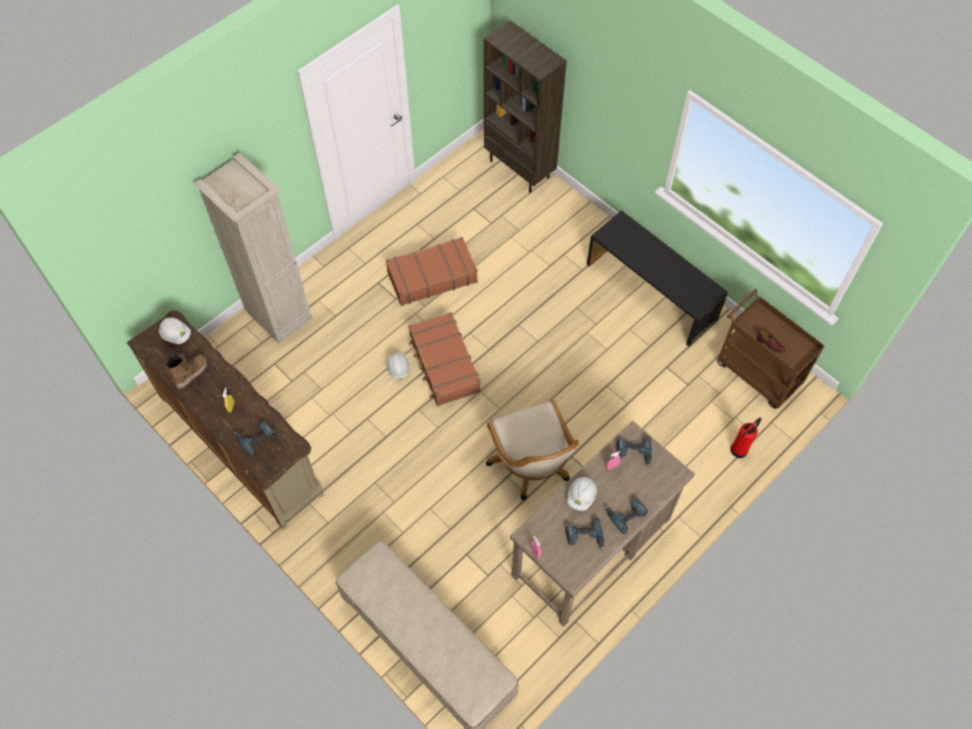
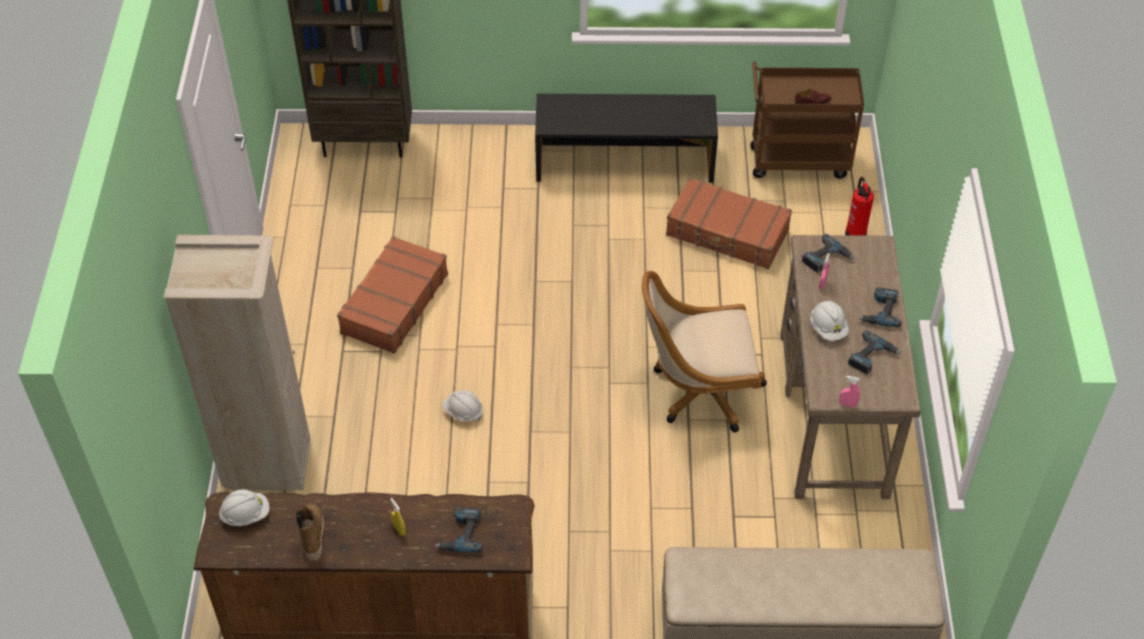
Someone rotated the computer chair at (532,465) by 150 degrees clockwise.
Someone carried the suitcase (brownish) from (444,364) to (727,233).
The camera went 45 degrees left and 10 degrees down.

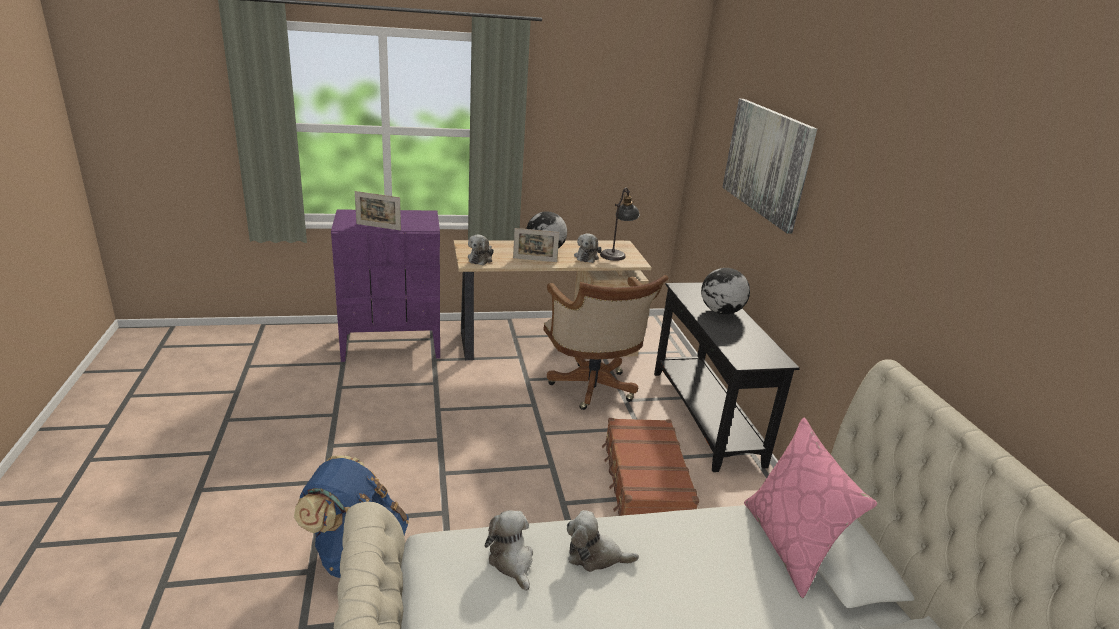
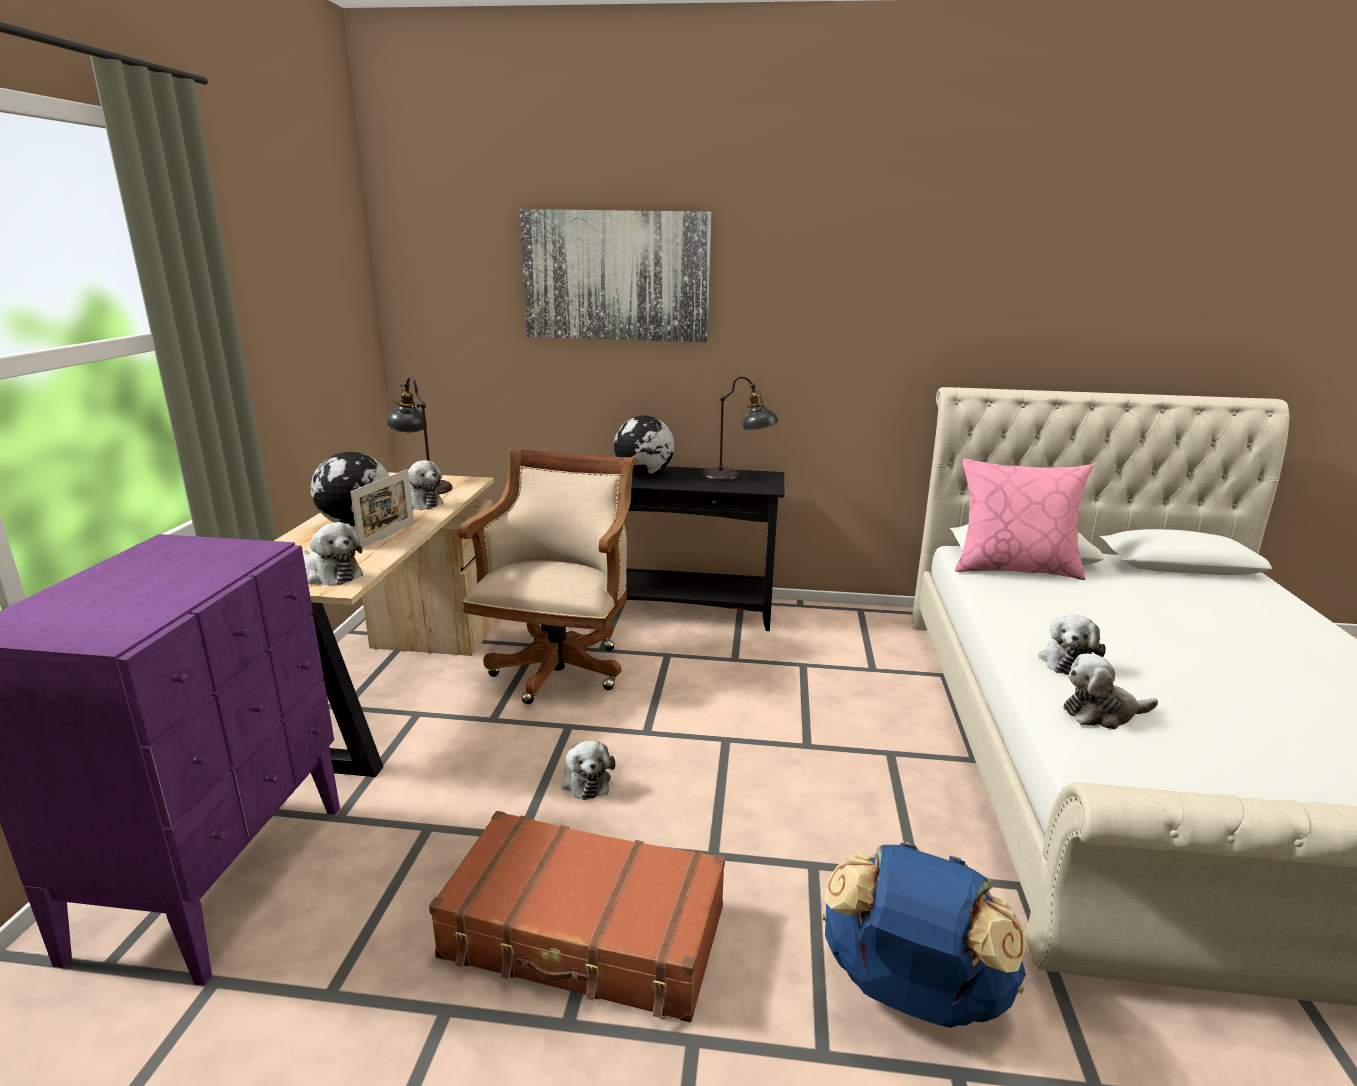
Someone carried the suitcase (brownish) from (644,482) to (584,934).
Someone rotated the computer chair at (594,389) by 75 degrees counterclockwise.
Someone put down the soft toy at (585,780).
Someone put down the lamp for a table (grey) at (737,476).
Someone took away the picture frame at (378,227).
The camera went 70 degrees left and 5 degrees down.

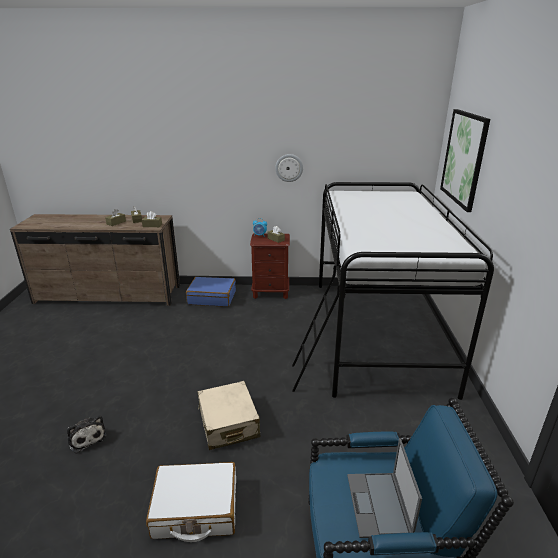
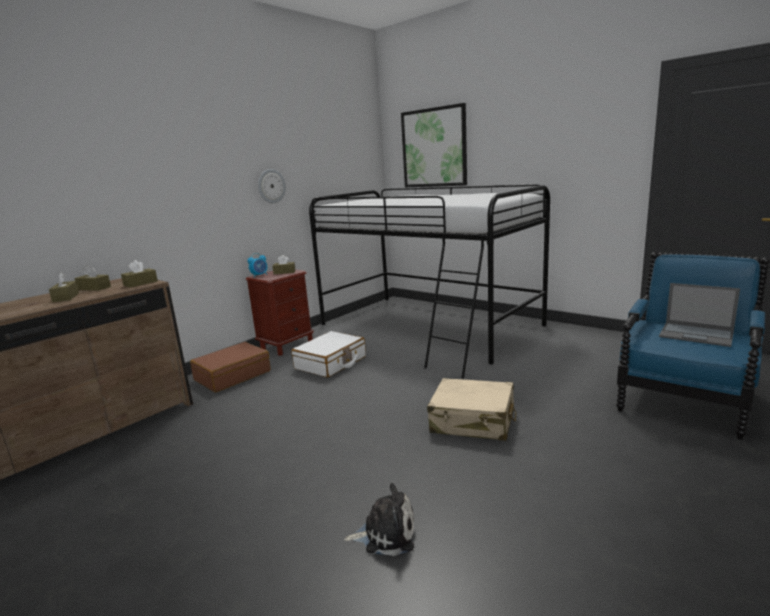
Someone repainted the suitcase (blue) at (212,298), which became the suitcase (brownish) at (232,375).
Someone carried the suitcase (whitish) from (195,509) to (331,363).
The camera went 50 degrees left and 10 degrees down.

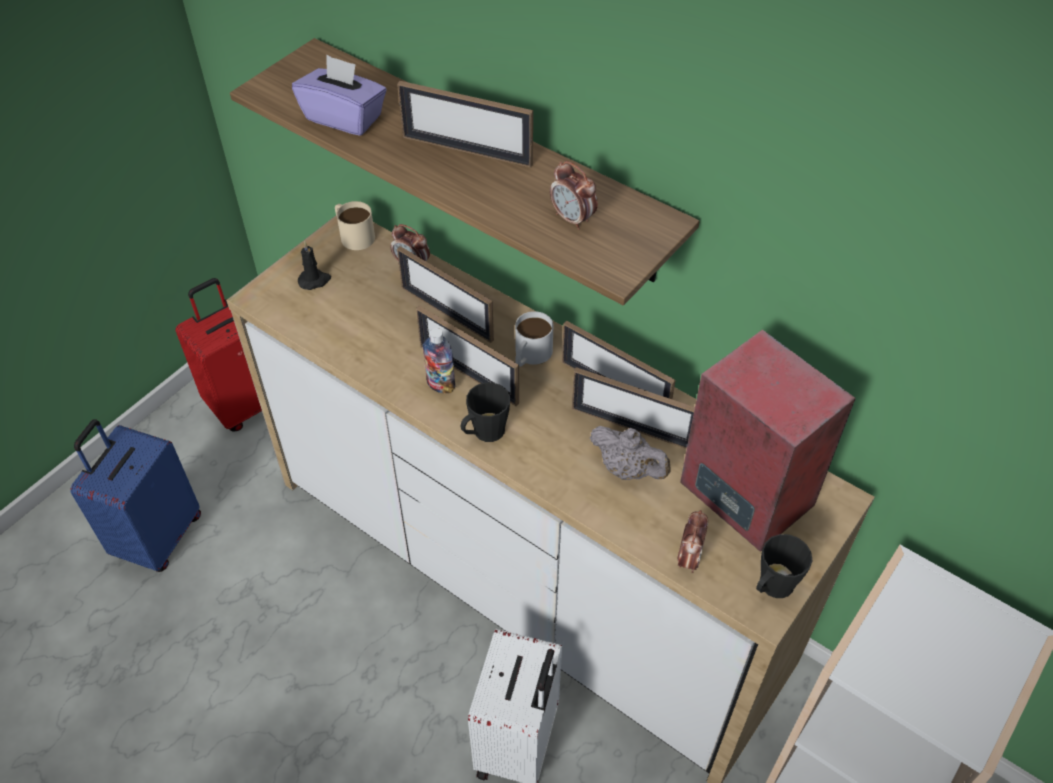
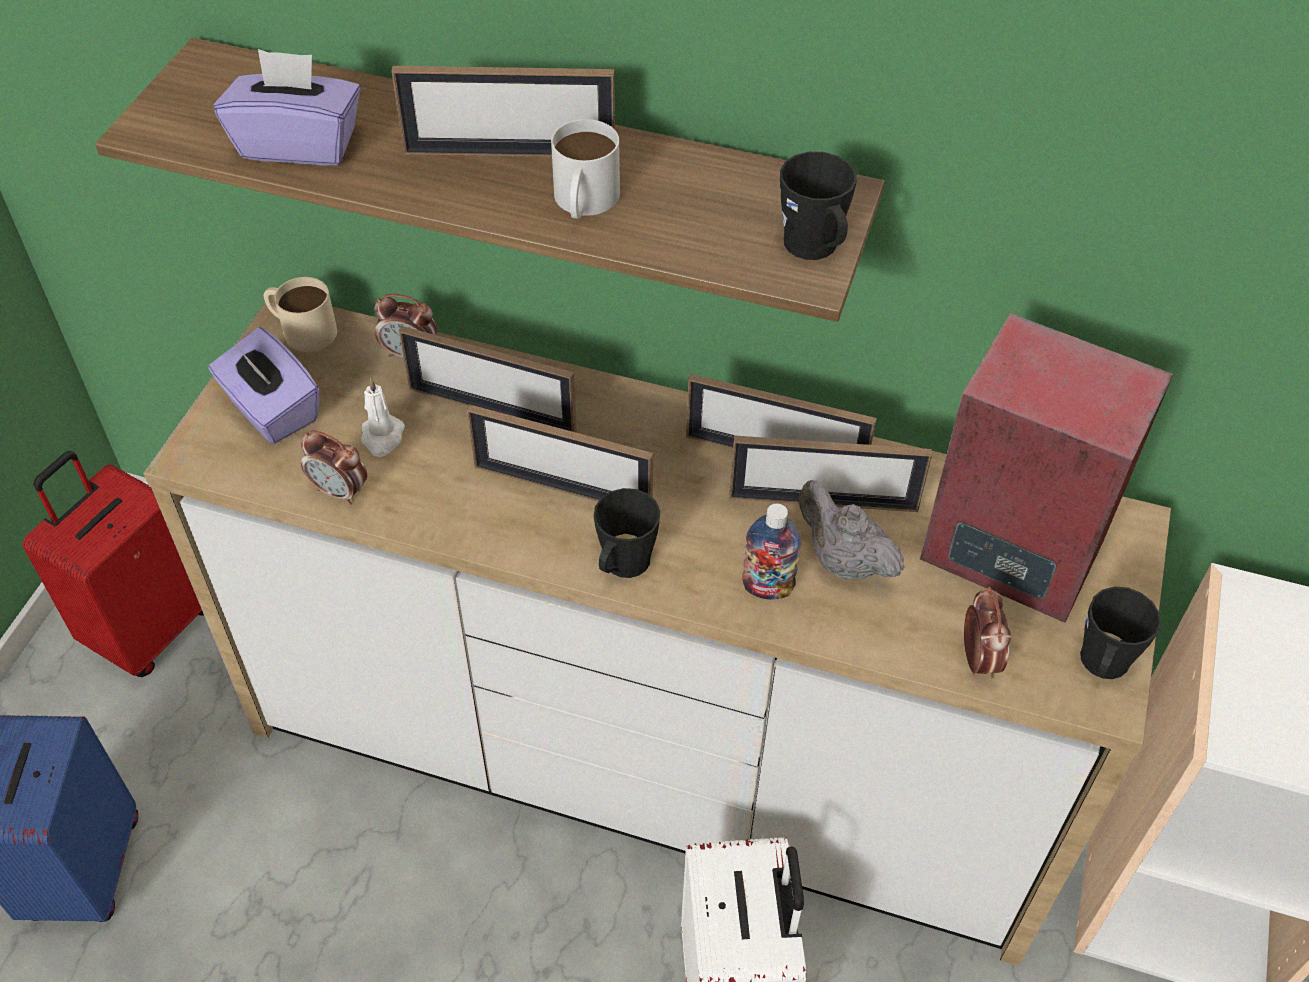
Someone swapped the candle (black) at (315,280) for the tissue holder (purplish) at (271,410).
Someone carried the alarm clock from (572,219) to (340,492).
Someone put down the candle (whitish) at (382,437).
Someone carried the mug (whitish) from (530,355) to (583,203).
Someone carried the bottle from (441,385) to (767,588).
Someone put down the mug (black) at (815,249).
Someone rotated the tea pot (grey) at (628,469) by 150 degrees counterclockwise.
The camera went 20 degrees left and 0 degrees up.

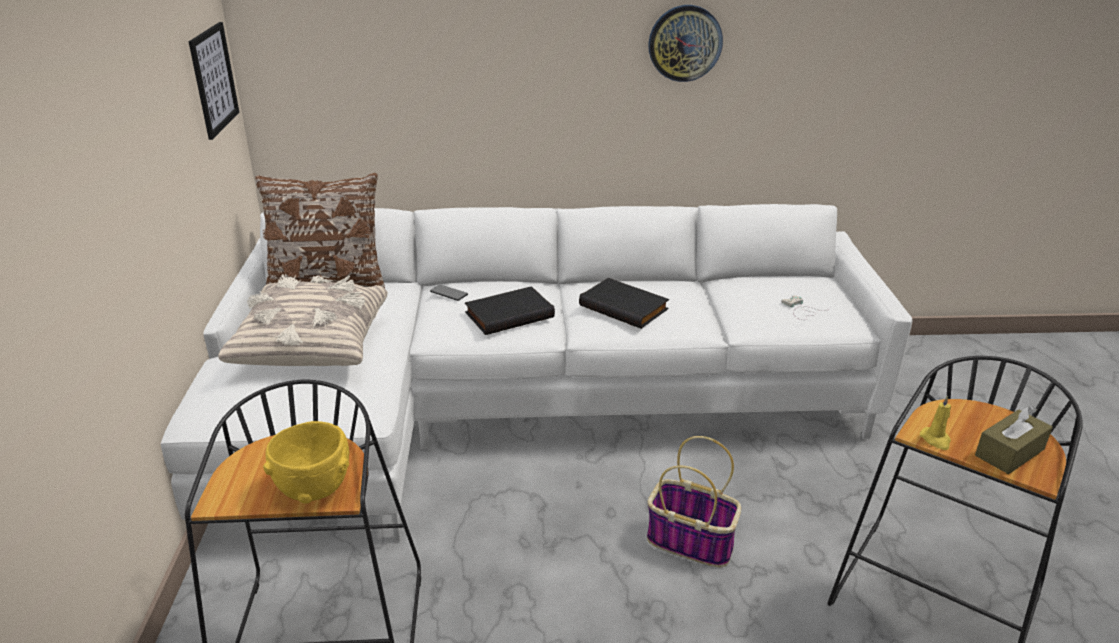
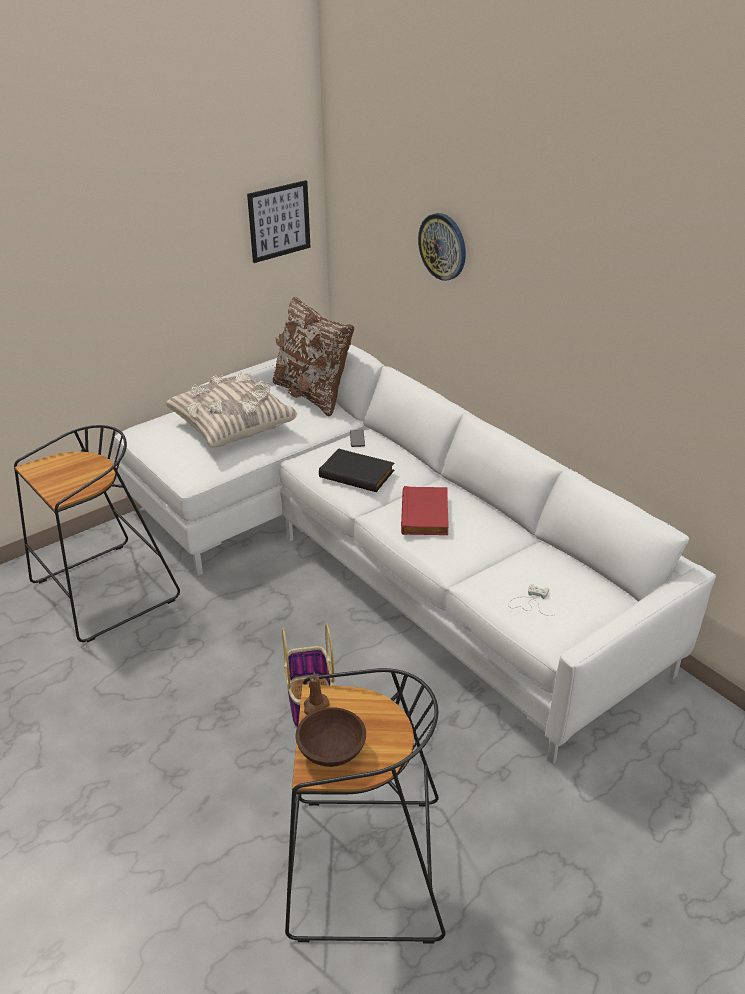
Someone swapped the tissue holder (brownish) at (1009,452) for the serving bowl (brownish) at (332,750).
Someone repainted the candle (yellow) at (936,440), which became the candle (brownish) at (315,705).
Someone repainted the book (black) at (625,307), which became the book (reddish) at (426,515).
Someone carried the hanging clock from (685,43) to (443,246).
Someone took away the serving bowl (yellow) at (314,488).
The camera went 55 degrees right and 5 degrees up.

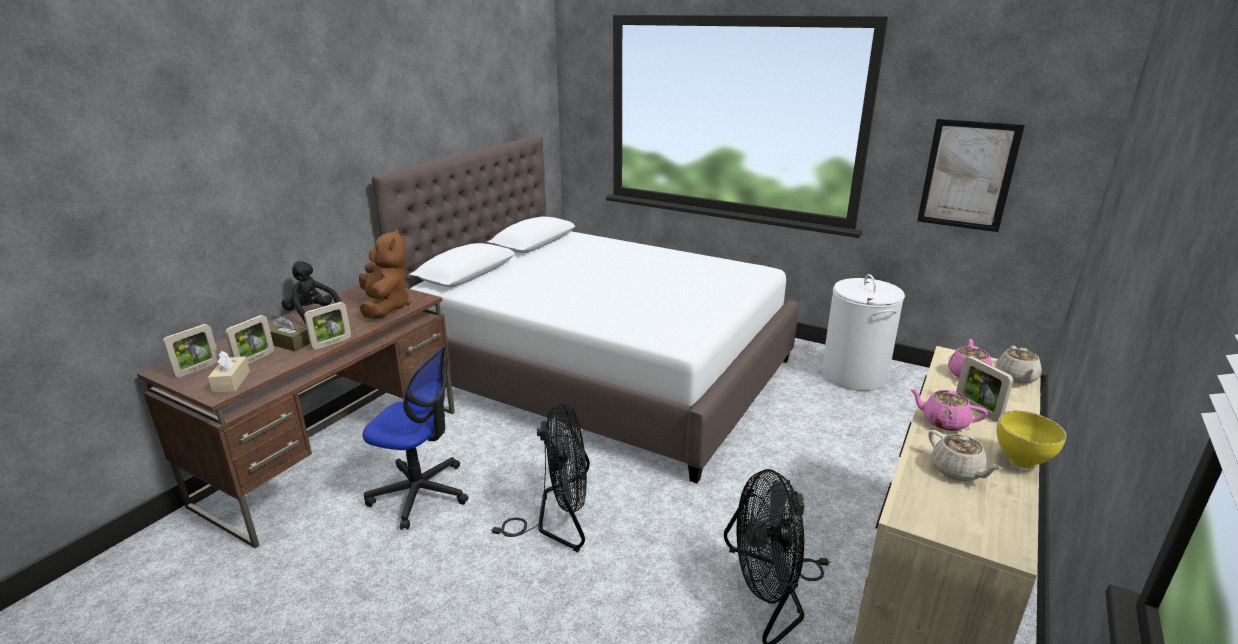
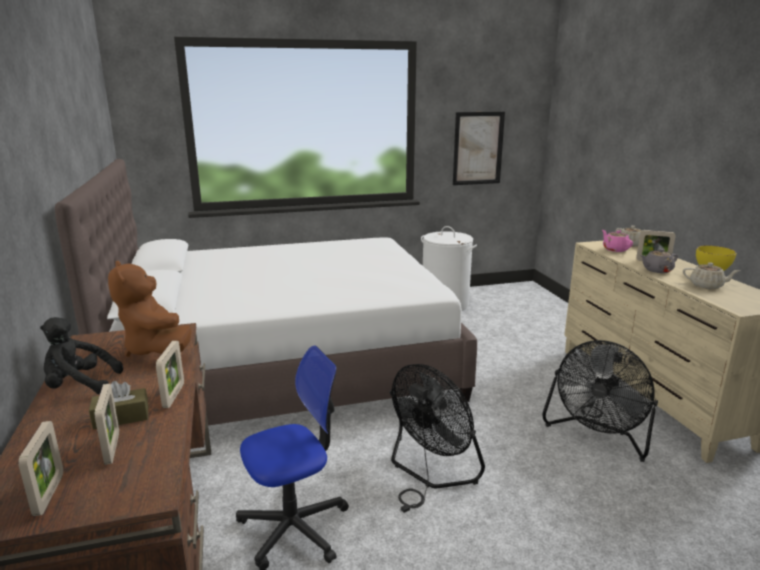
Someone rotated the soft toy (brownish) at (385,308) by 150 degrees counterclockwise.
Someone repainted the tea pot (pinkish) at (943,422), which became the tea pot (grey) at (657,270).
Someone took away the tissue holder (beige-coloured) at (231,382).
The camera went 45 degrees left and 5 degrees down.

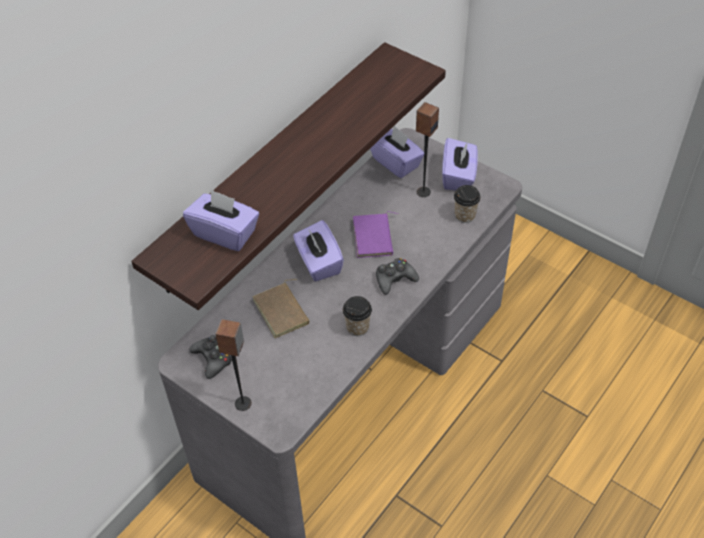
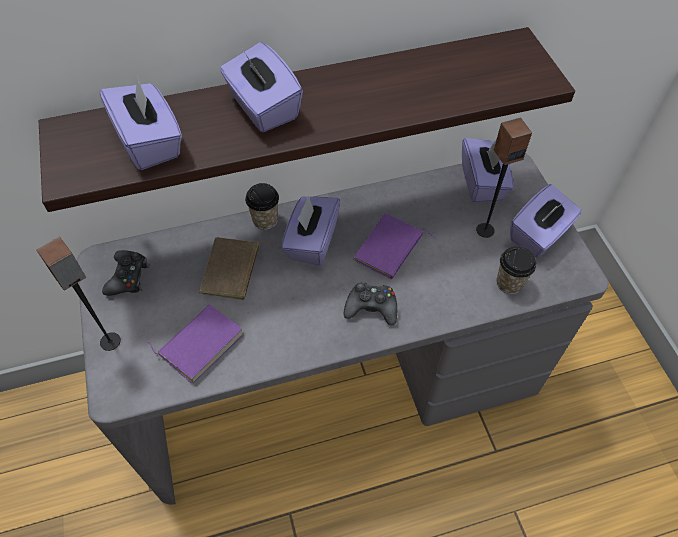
Someone put down the book (purplish) at (200,343).
Someone put down the tissue holder (purplish) at (263,108).
Someone carried the drinking cup from (357,327) to (265,220).
The camera went 35 degrees right and 5 degrees up.

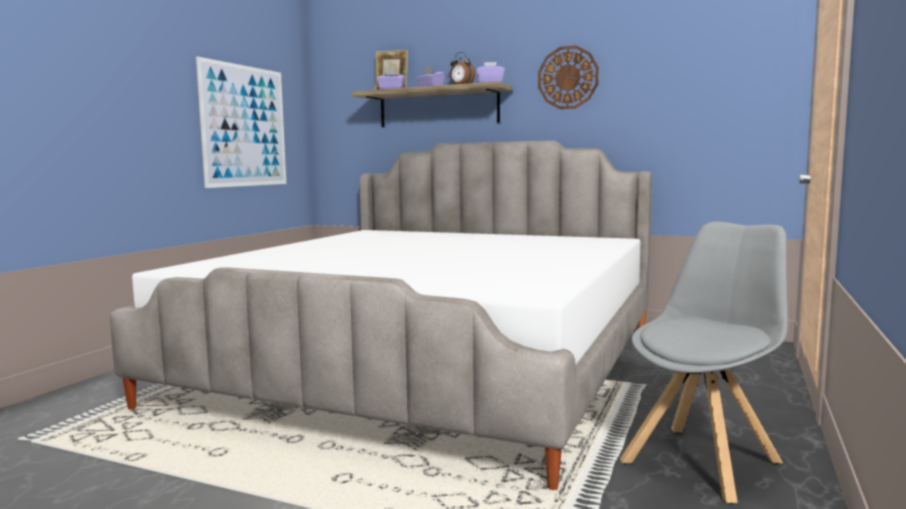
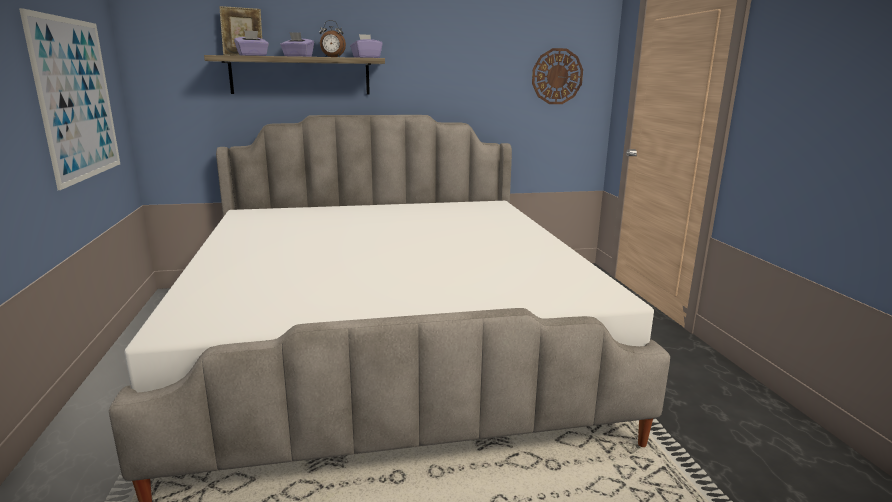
Someone carried the hanging clock from (568,77) to (557,76).
Someone took away the plain chair (grey) at (704,459).
The camera went 35 degrees left and 10 degrees up.

